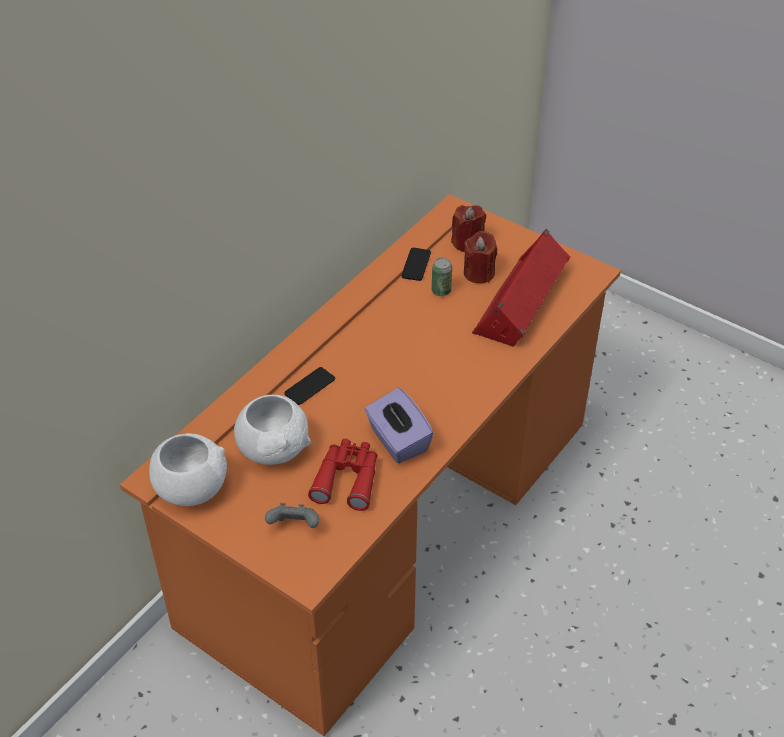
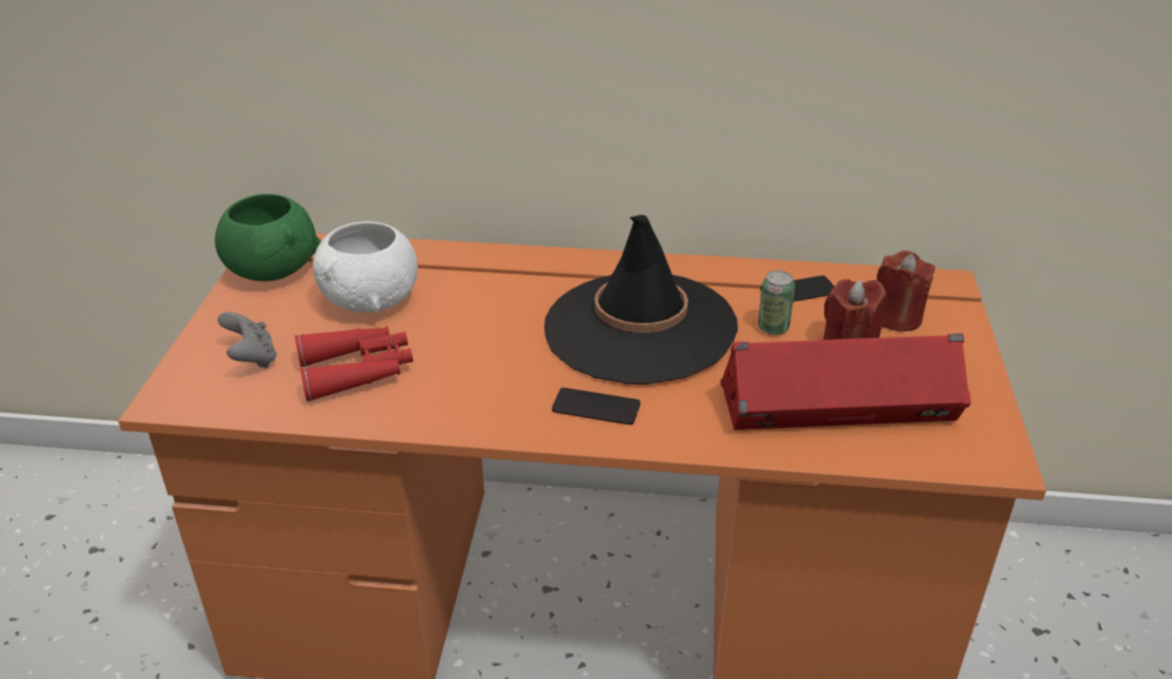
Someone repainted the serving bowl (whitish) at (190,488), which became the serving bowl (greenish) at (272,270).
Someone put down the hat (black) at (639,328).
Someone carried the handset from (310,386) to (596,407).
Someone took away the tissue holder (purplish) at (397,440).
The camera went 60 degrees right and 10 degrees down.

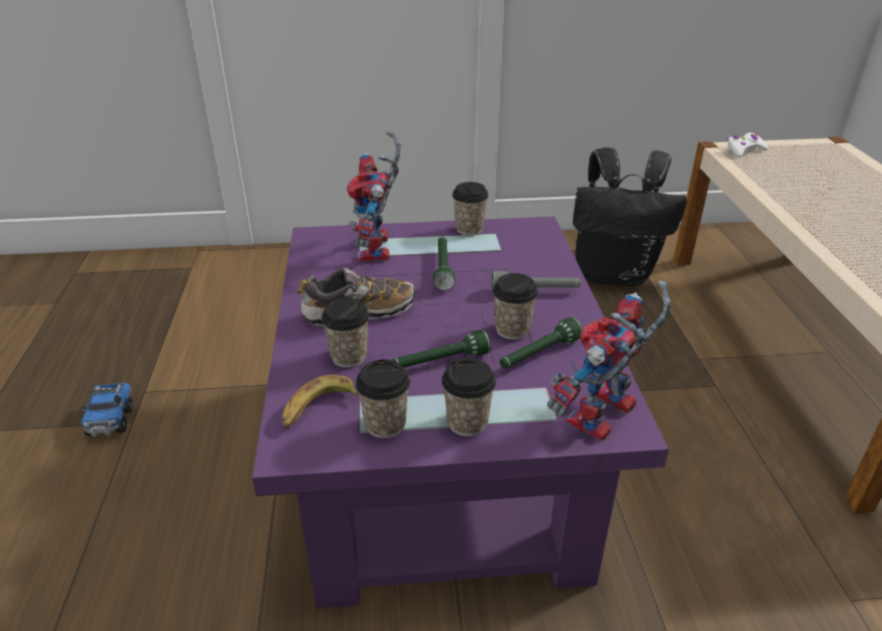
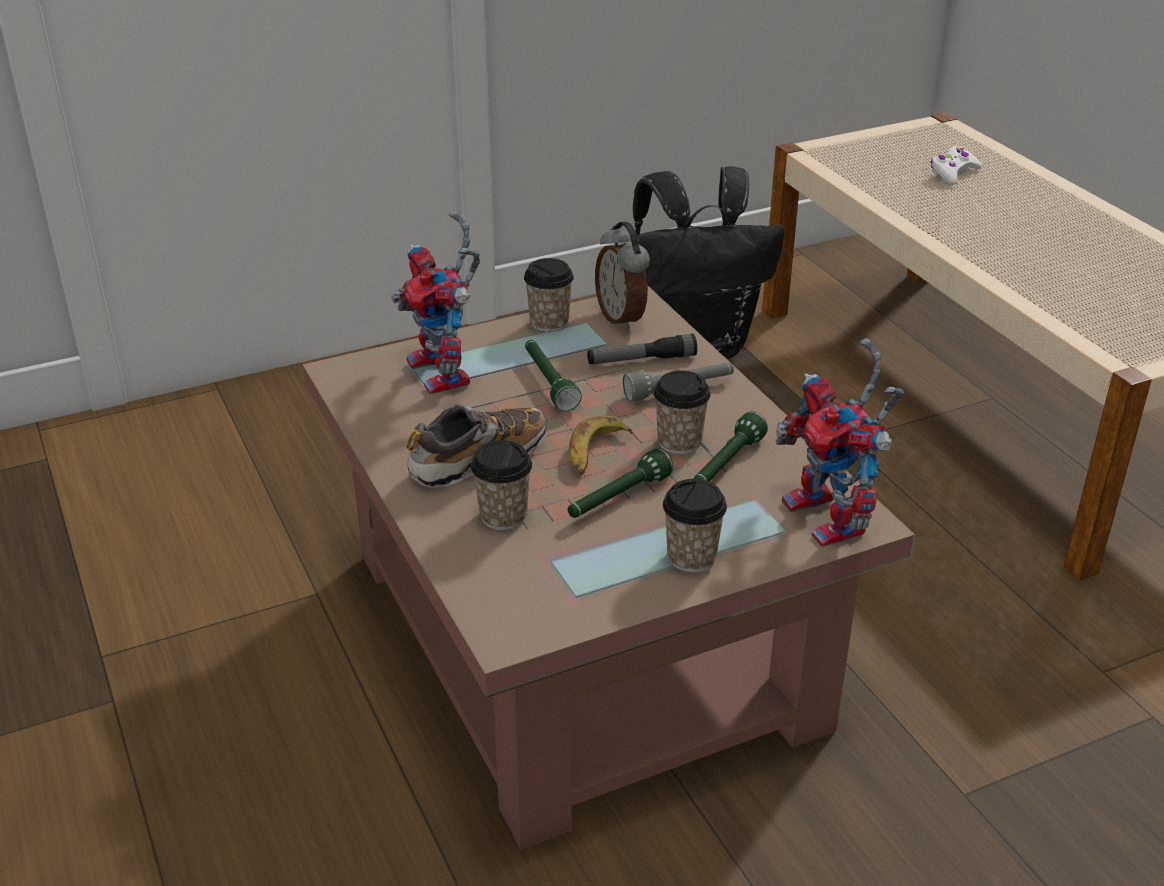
Someone repainted the coffee table (purplish) at (442,458), which became the coffee table (brownish) at (583,638).
Someone carried the banana from (318,408) to (595,453).
Someone put down the hand torch at (641,360).
Someone put down the alarm clock at (622,318).
Someone rotated the robot figure at (602,421) by 45 degrees counterclockwise.
Someone carried the joypad (whitish) from (744,150) to (953,173).
Someone took away the toy lorry at (111,420).
Someone took away the drinking cup at (385,424).
The camera went 20 degrees left and 0 degrees up.

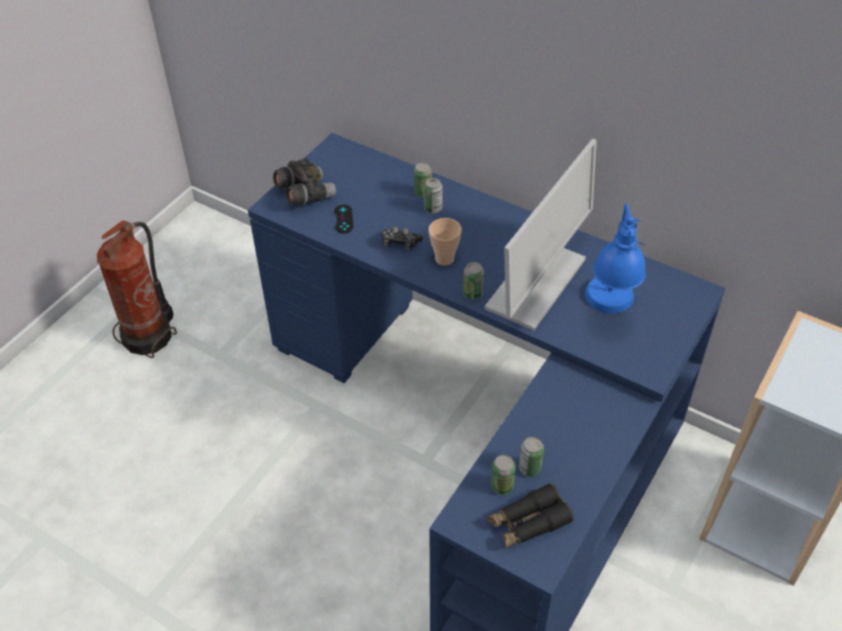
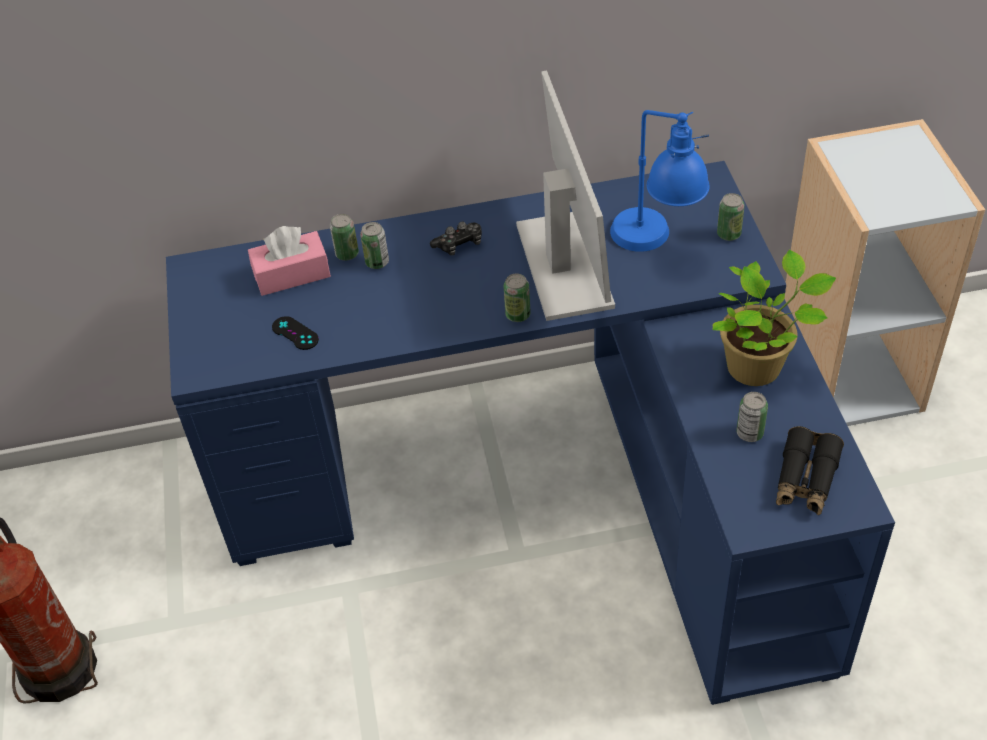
Someone put down the tissue holder (pinkish) at (292,274).
Someone carried the joypad from (400,243) to (459,244).
Someone put down the houseplant at (758,367).
Someone carried the can from (502,486) to (728,234).
Someone took away the pair of binoculars (grey) at (305,194).
Someone took away the drinking cup at (444,259).
The camera went 40 degrees left and 0 degrees up.

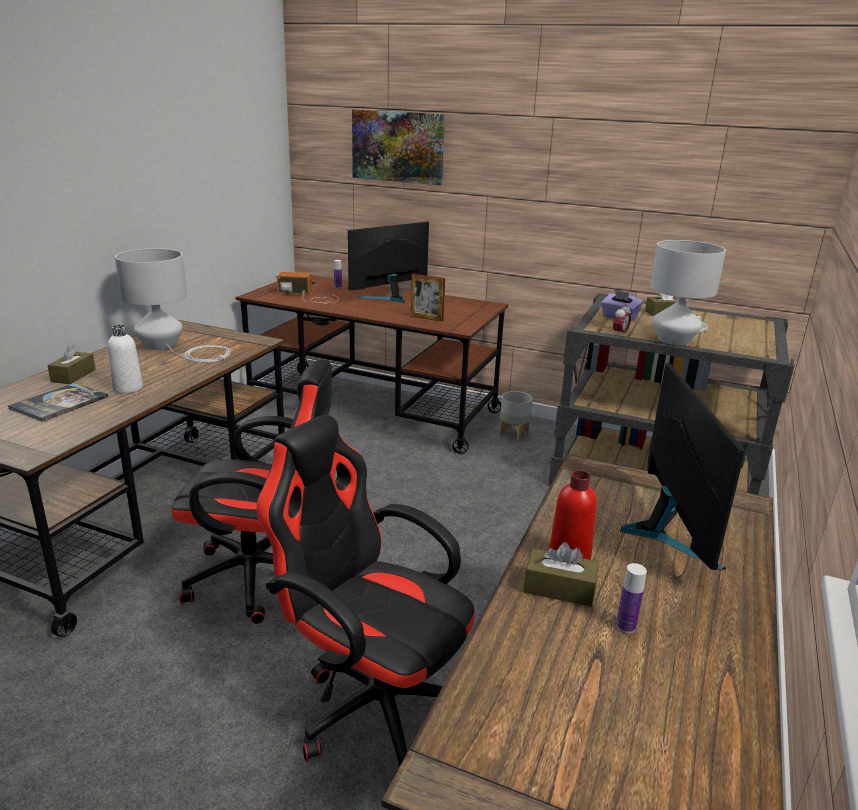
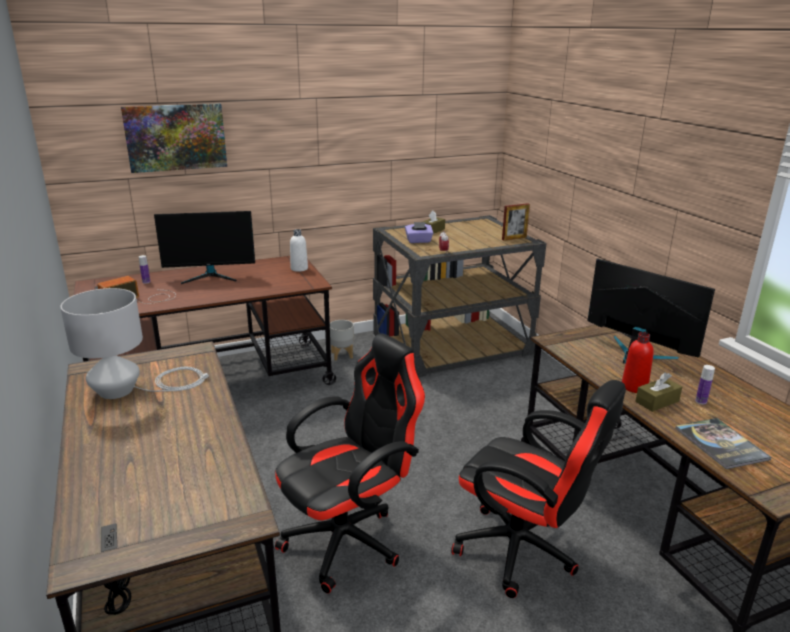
Someone rotated the computer screen at (390,297) by 105 degrees counterclockwise.
Someone carried the bottle (whitish) from (128,388) to (299,269).
Someone rotated the computer chair (black) at (371,704) by 135 degrees counterclockwise.
Someone carried the picture frame from (426,318) to (514,238).
Someone carried the book from (59,403) to (720,444).
Someone took away the tissue holder (brownish) at (73,375).
Someone took away the lamp for a table (whitish) at (678,334).
The camera went 45 degrees left and 0 degrees up.

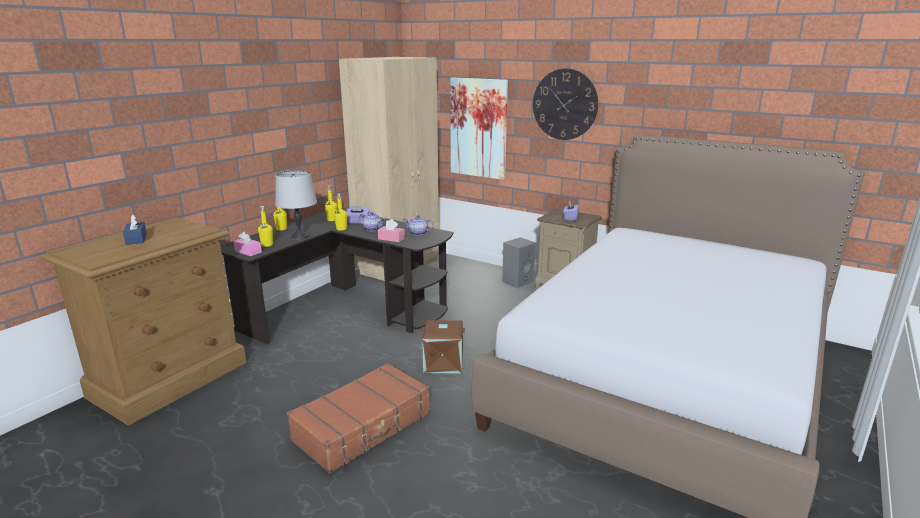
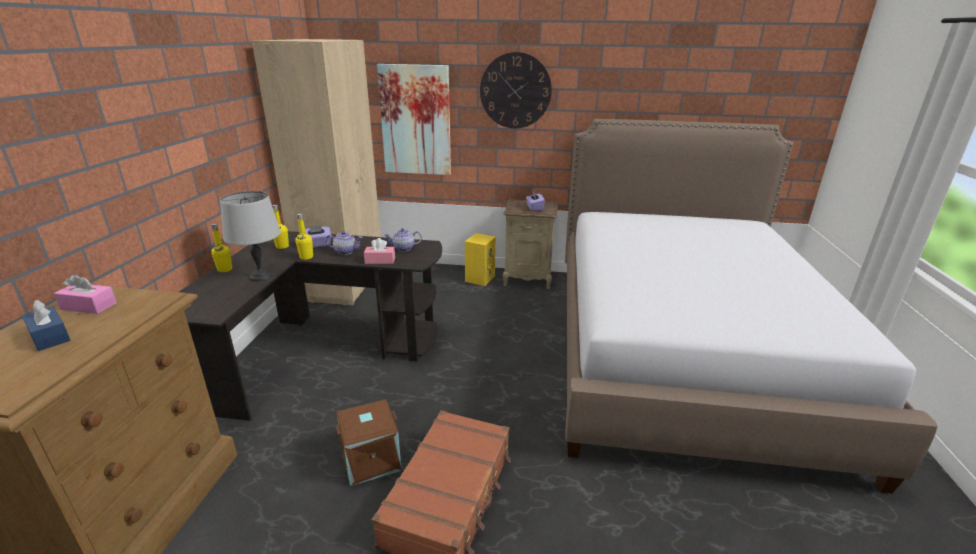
Someone carried the tissue holder (pinkish) from (248,252) to (89,306).
Someone carried the storage bin (brownish) from (443,362) to (371,459).
Someone repainted the speaker (grey) at (518,281), which became the speaker (yellow) at (479,278).
Someone took away the bottle (yellow) at (267,245).
The camera went 25 degrees left and 5 degrees up.

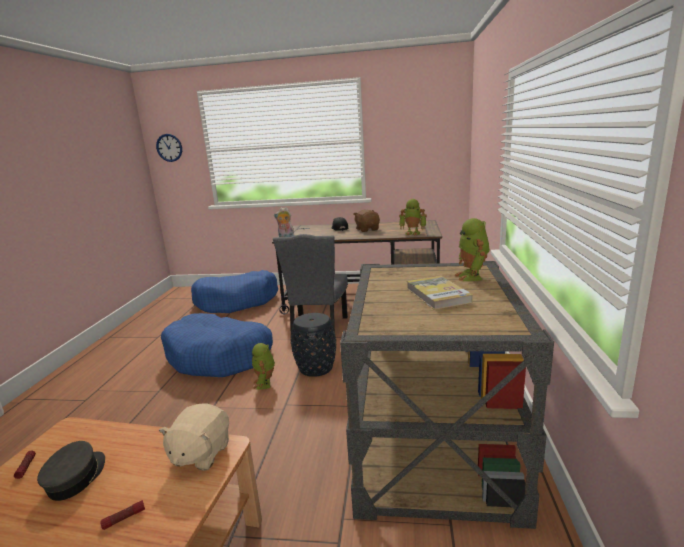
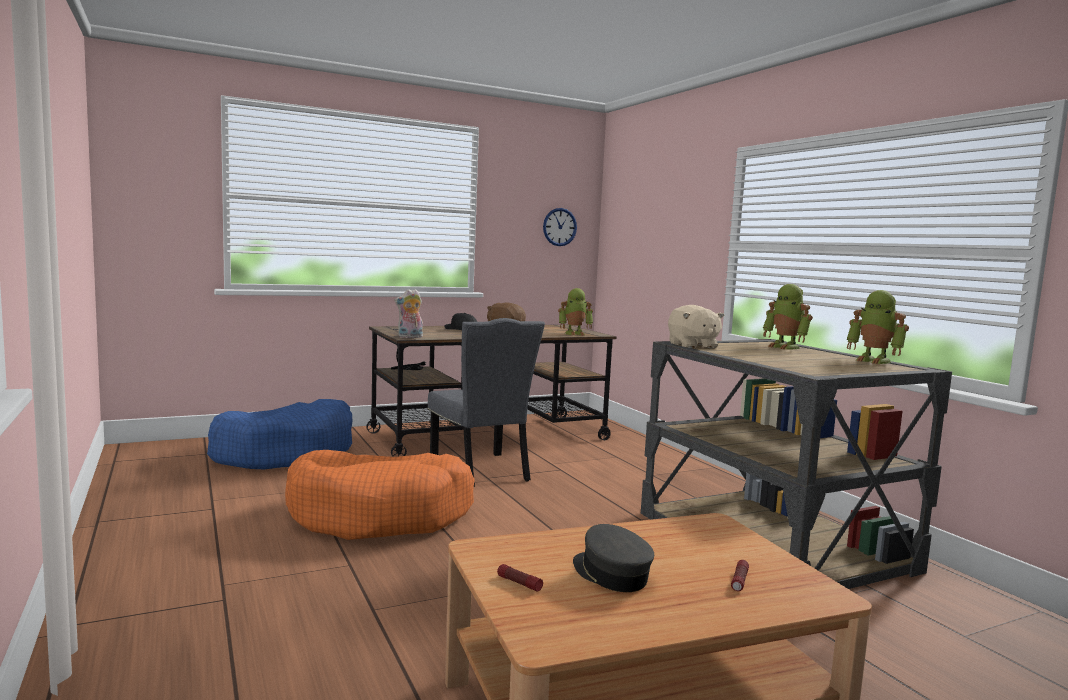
Someone repainted the dog bed (blue) at (219,356), which became the dog bed (orange-coloured) at (380,514).
Someone carried the hanging clock from (169,147) to (559,227).
Someone carried the soft toy (beige-coloured) from (200,454) to (692,345).
Someone carried the robot figure from (265,383) to (874,361).
Someone took away the stool (black) at (315,367).
Someone took away the book at (438,295).
The camera went 35 degrees left and 10 degrees down.

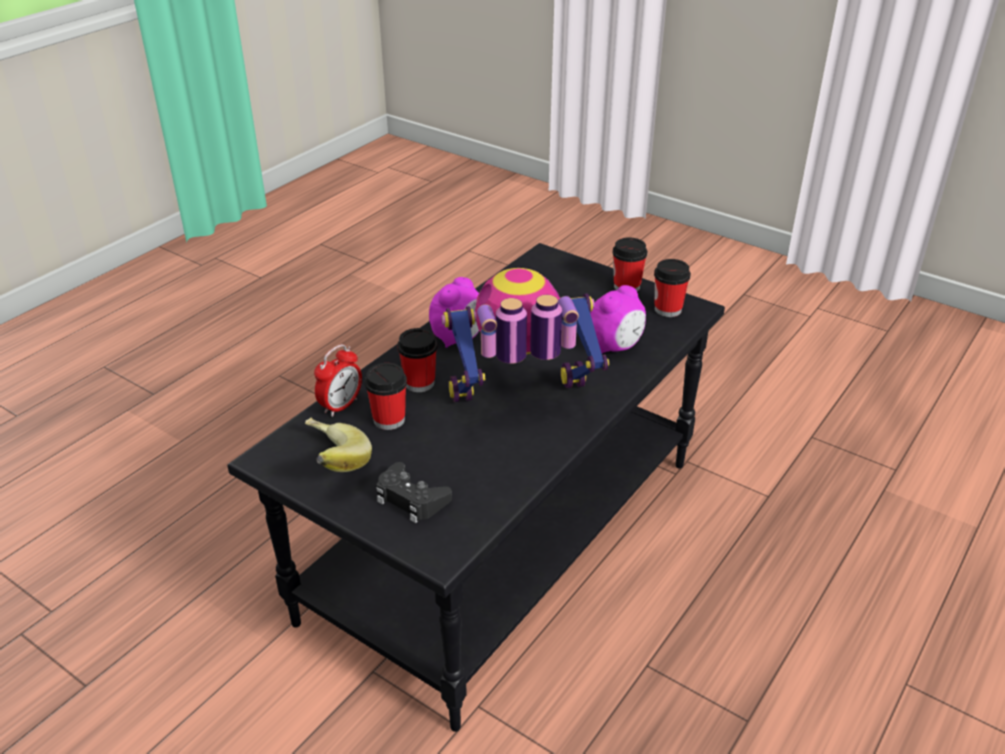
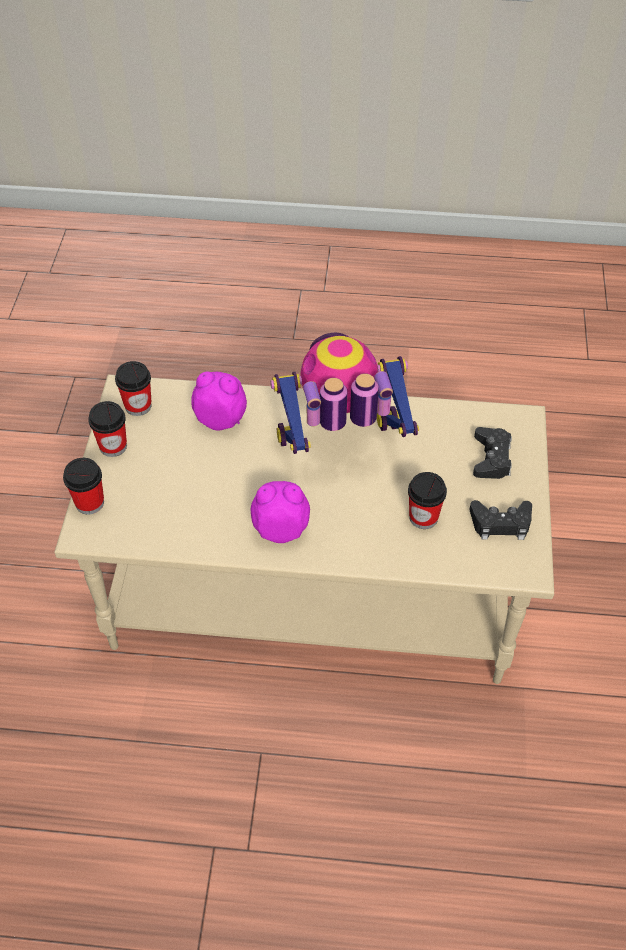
Someone repainted the coffee table (black) at (502,536), which became the coffee table (beige-coloured) at (310,591).
Someone carried the drinking cup from (419,383) to (89,503).
Someone rotated the robot figure at (520,403) by 120 degrees clockwise.
Someone swapped the banana at (330,465) for the joypad (black) at (500,523).
Someone took away the alarm clock at (341,406).
The camera went 120 degrees left and 15 degrees up.

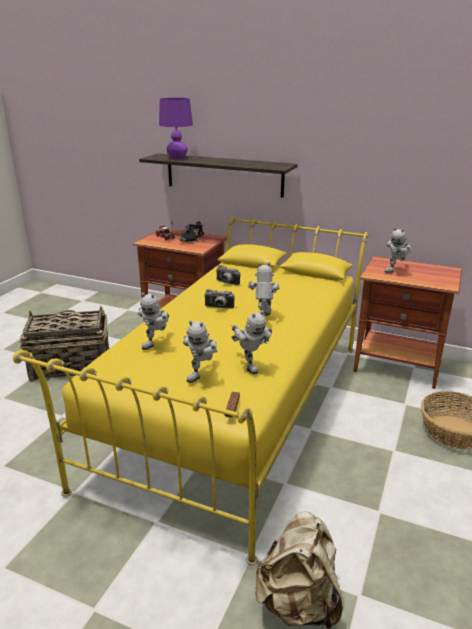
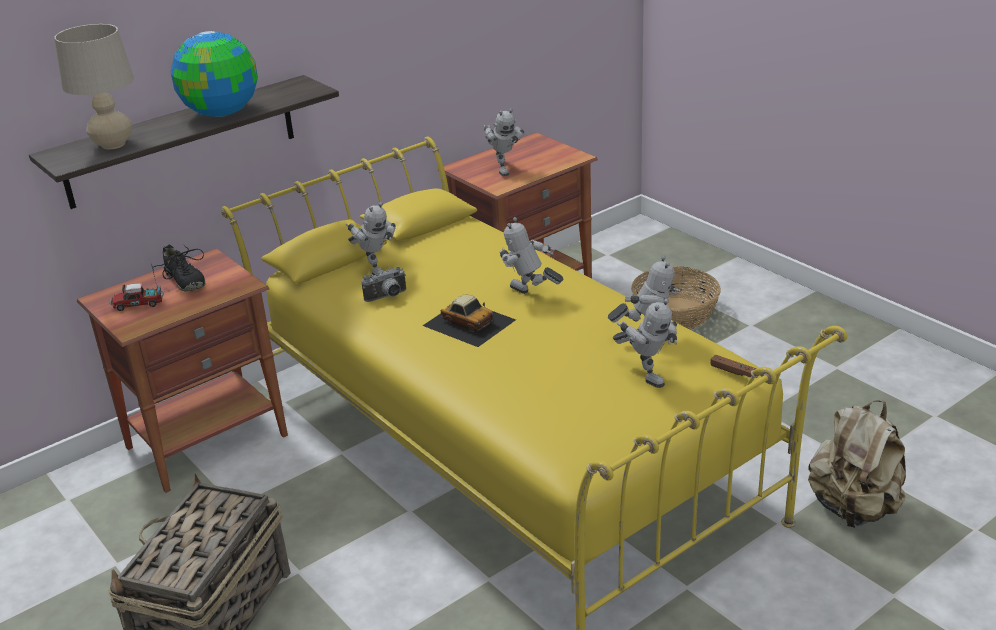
Someone repainted the lamp for a table (purplish) at (177,158), which became the lamp for a table (beige-coloured) at (113,145).
Someone put down the desk globe at (222,113).
Someone carried the robot figure from (157,343) to (374,269).
Someone swapped the still camera at (218,308) for the toy car at (469,322).
The camera went 60 degrees left and 5 degrees up.

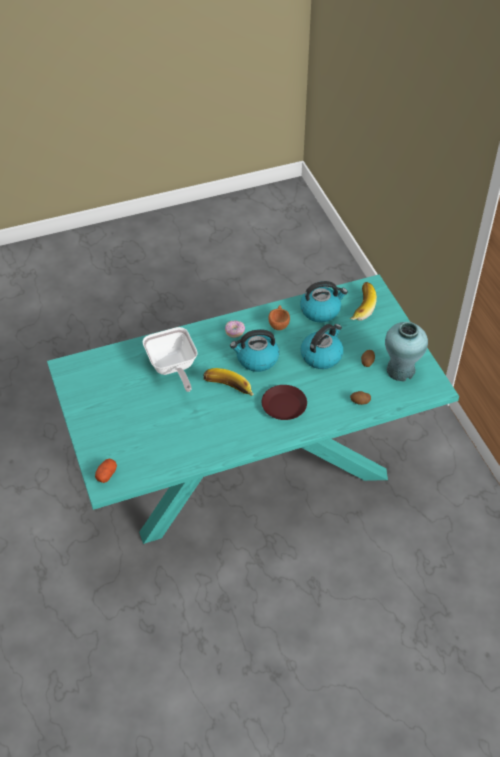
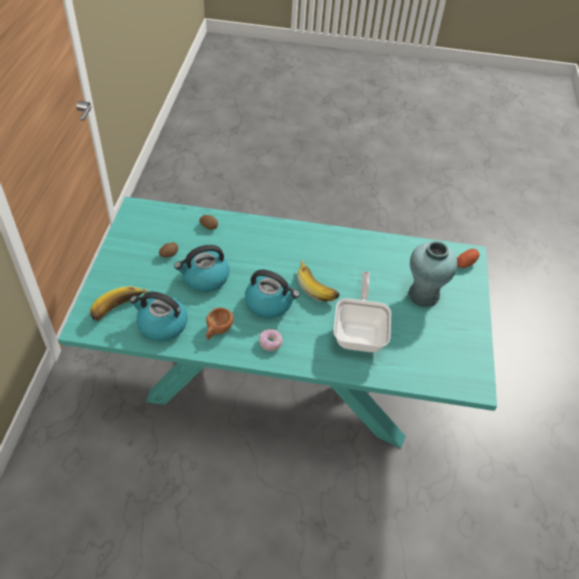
Someone carried the flower vase (turquoise) from (401,370) to (423,295).
Someone took away the dinner plate (brownish) at (283,405).
The camera went 155 degrees left and 0 degrees up.

